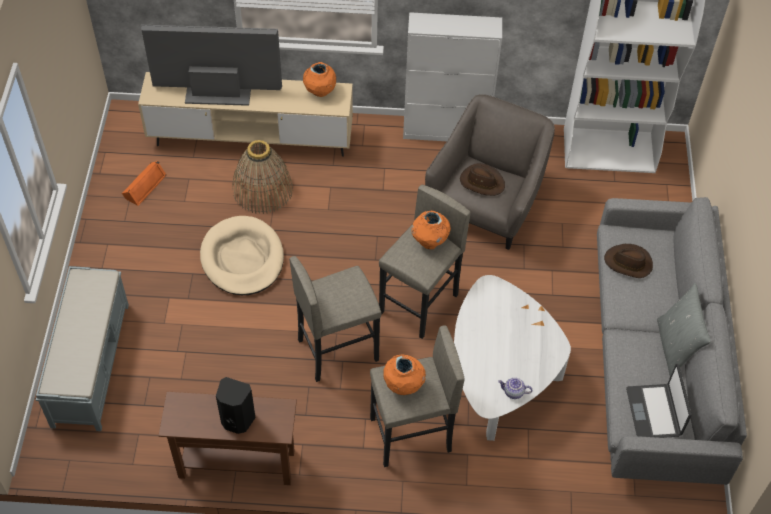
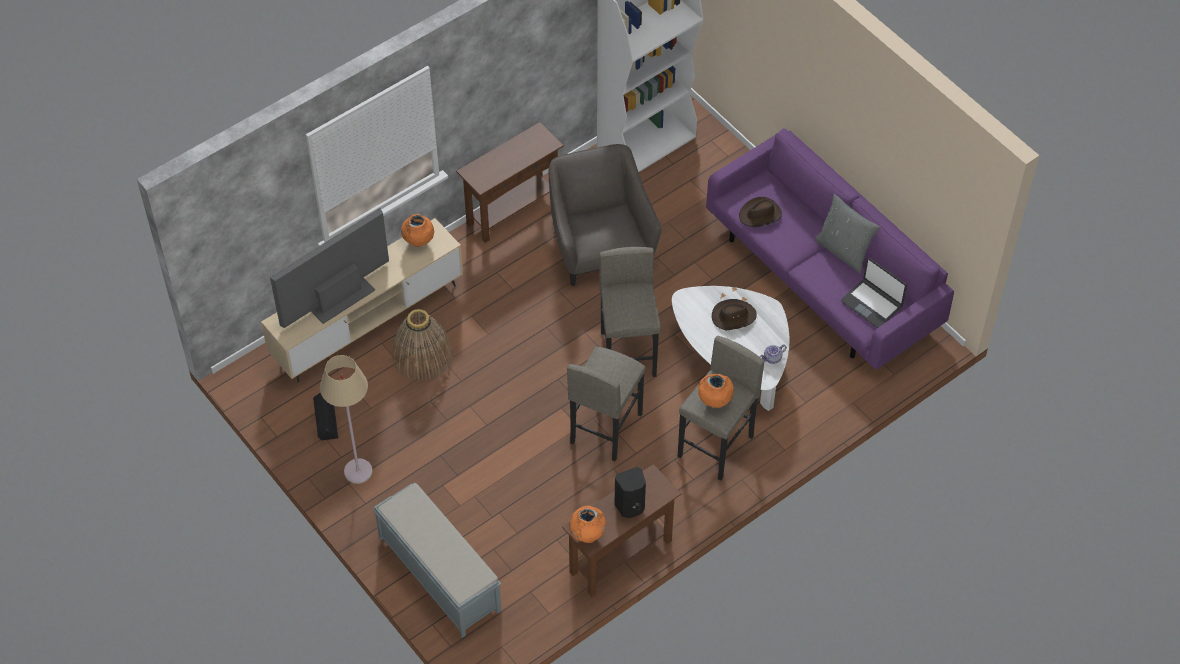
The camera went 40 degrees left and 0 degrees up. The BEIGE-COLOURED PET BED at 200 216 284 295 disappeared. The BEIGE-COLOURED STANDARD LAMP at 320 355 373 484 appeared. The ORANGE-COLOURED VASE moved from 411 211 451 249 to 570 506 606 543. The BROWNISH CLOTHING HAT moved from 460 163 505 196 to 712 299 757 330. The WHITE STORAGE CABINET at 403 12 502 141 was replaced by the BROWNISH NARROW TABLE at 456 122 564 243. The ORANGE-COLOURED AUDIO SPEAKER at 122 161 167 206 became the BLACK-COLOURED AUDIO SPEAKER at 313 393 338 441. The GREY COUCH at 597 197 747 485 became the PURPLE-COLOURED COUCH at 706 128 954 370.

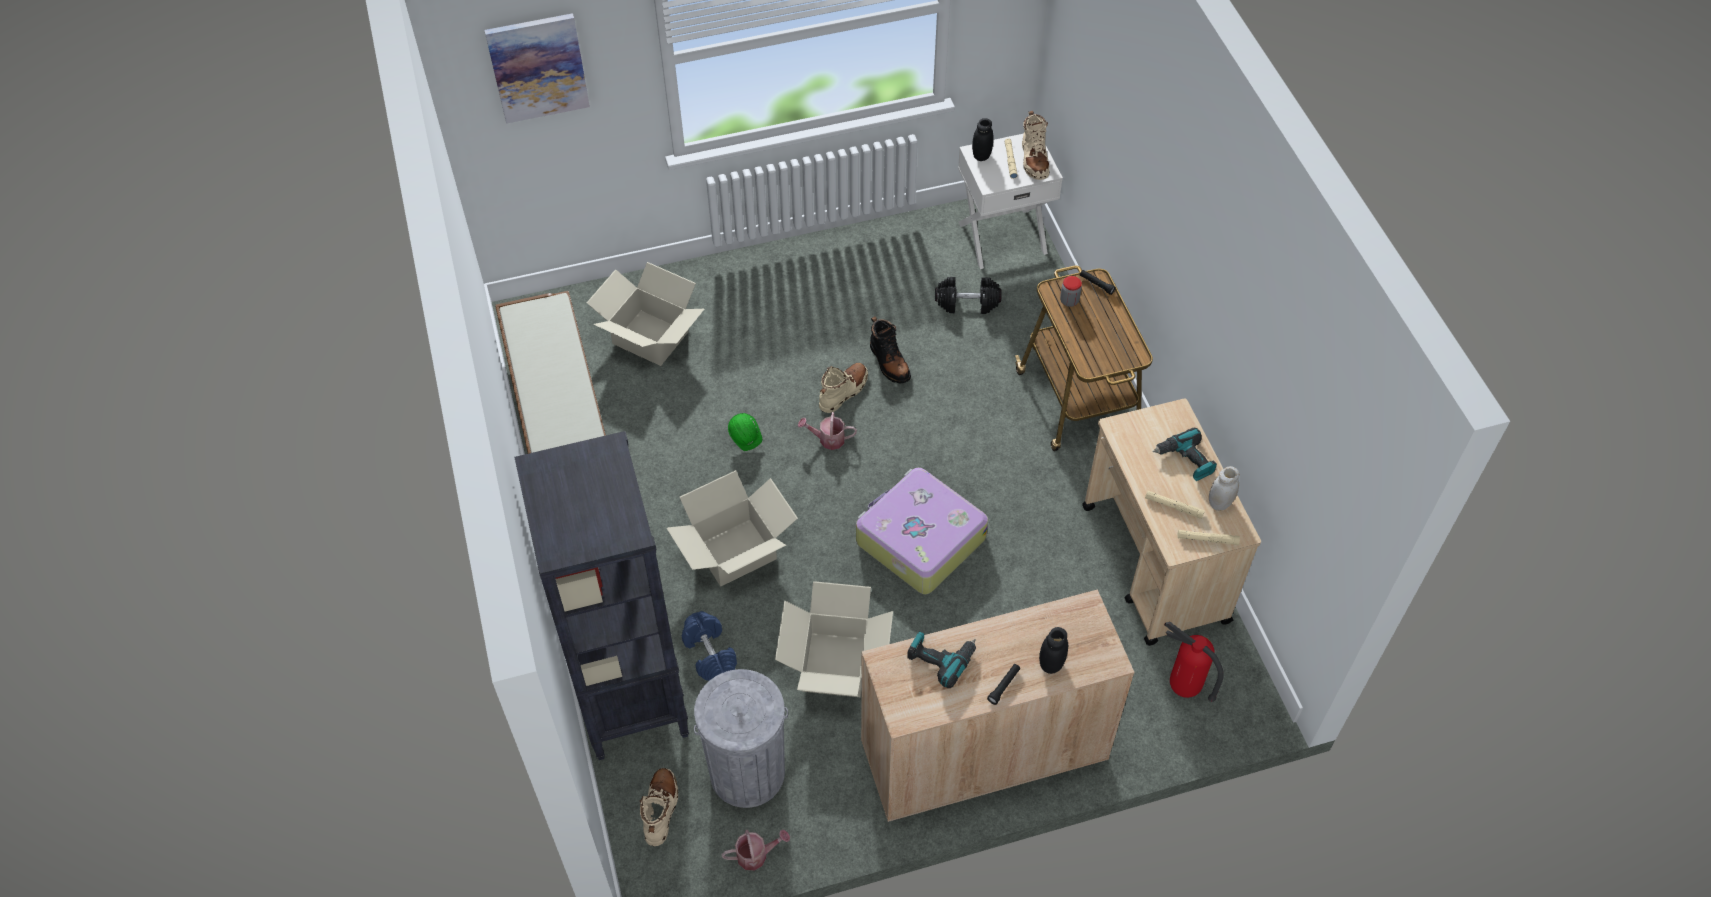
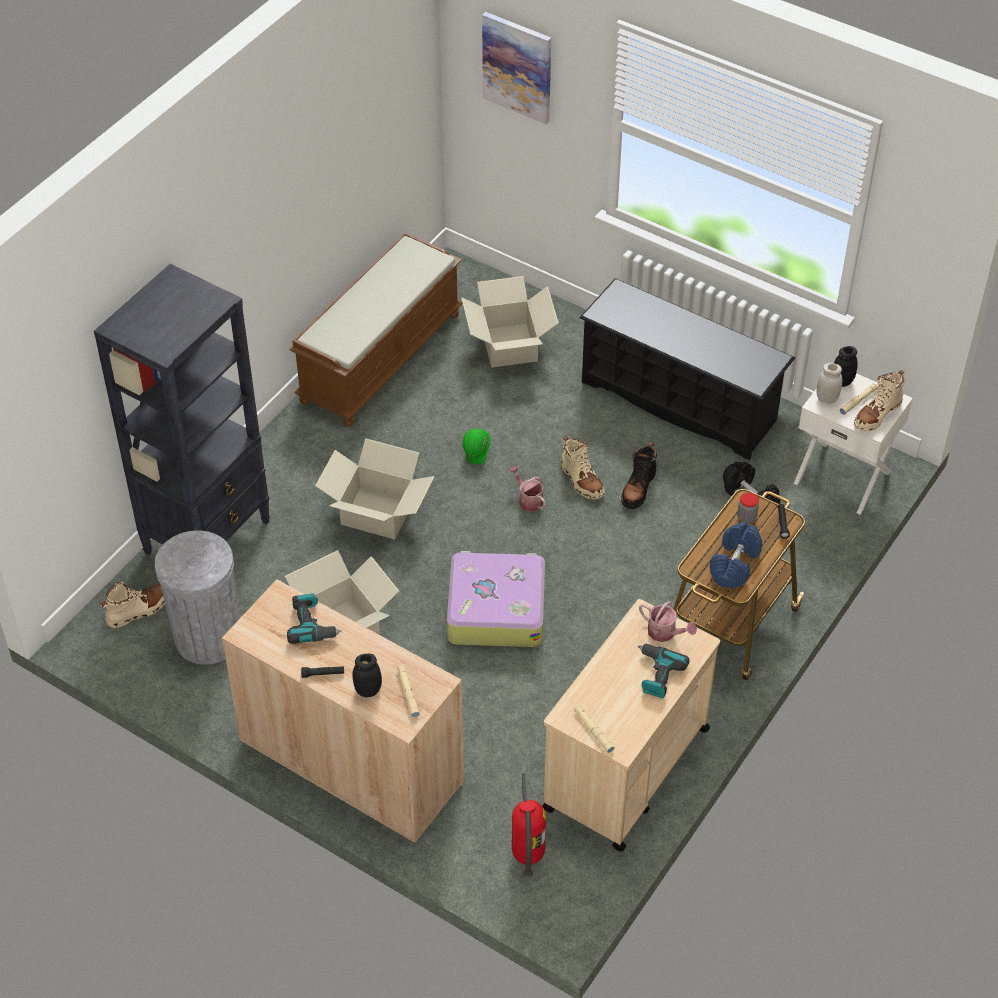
The camera went 50 degrees right and 5 degrees down. The BLACK-COLOURED SHOE STAND at 579 278 795 460 appeared. The BLUE-COLOURED FREE WEIGHT moved from 682 611 737 681 to 710 522 762 588. The WATERING CAN moved from 721 829 790 870 to 639 601 697 642. The BEIGE-COLOURED HAND TORCH moved from 1145 491 1205 519 to 397 665 420 718. The WHITE PRESERVE JAR moved from 1209 466 1239 511 to 817 363 842 404. The BEIGE-COLOURED HIGH-TOP BOOT at 819 363 868 413 turned 60 degrees clockwise.

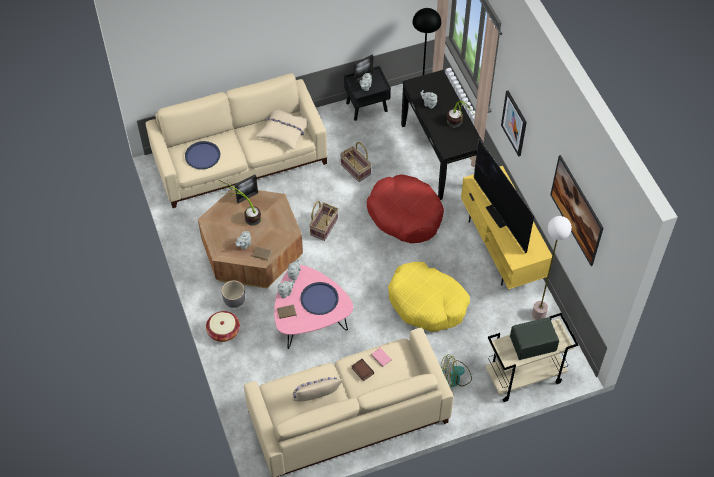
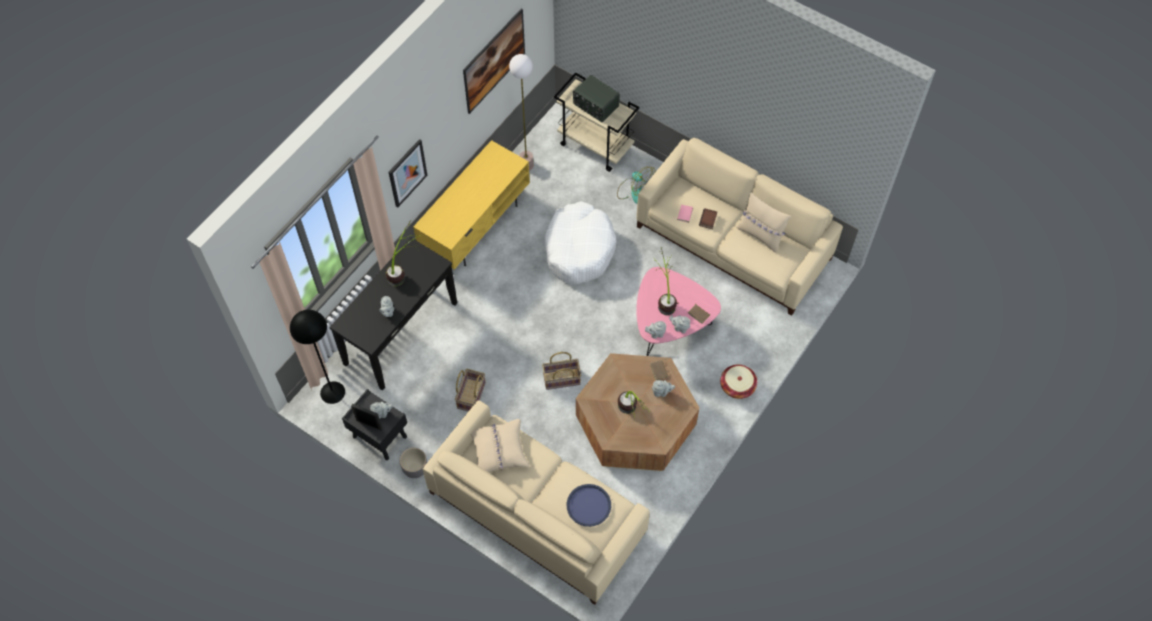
The camera went 125 degrees left and 5 degrees up. The PICTURE FRAME at 235 174 258 203 disappeared. The RED-COLOURED PET BED at 367 175 444 243 disappeared. The TELEVISION at 474 138 534 253 disappeared. The GREY FLOWER POT moved from 221 280 245 308 to 400 448 427 478. The BLUE-COLOURED CARRYING TRAY at 300 282 339 315 was replaced by the HOUSEPLANT at 652 247 677 315. The YELLOWISH PET BED at 388 262 470 332 became the WHITE PET BED at 544 201 617 284.

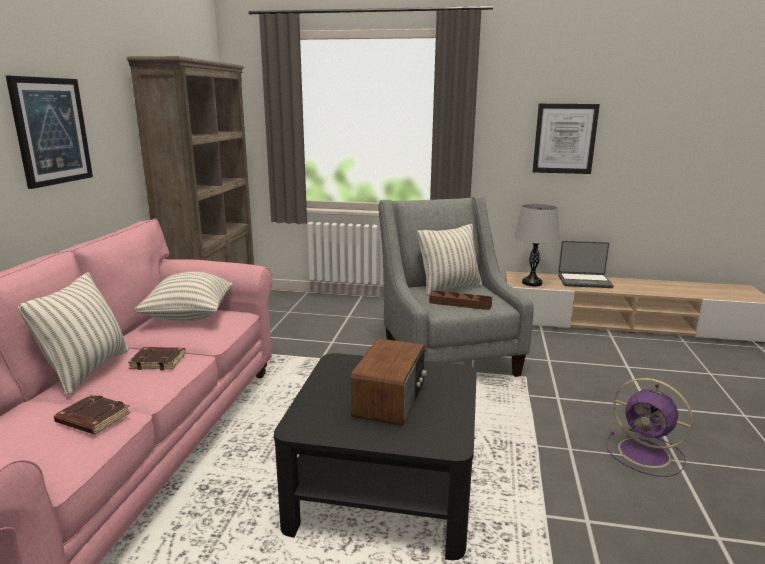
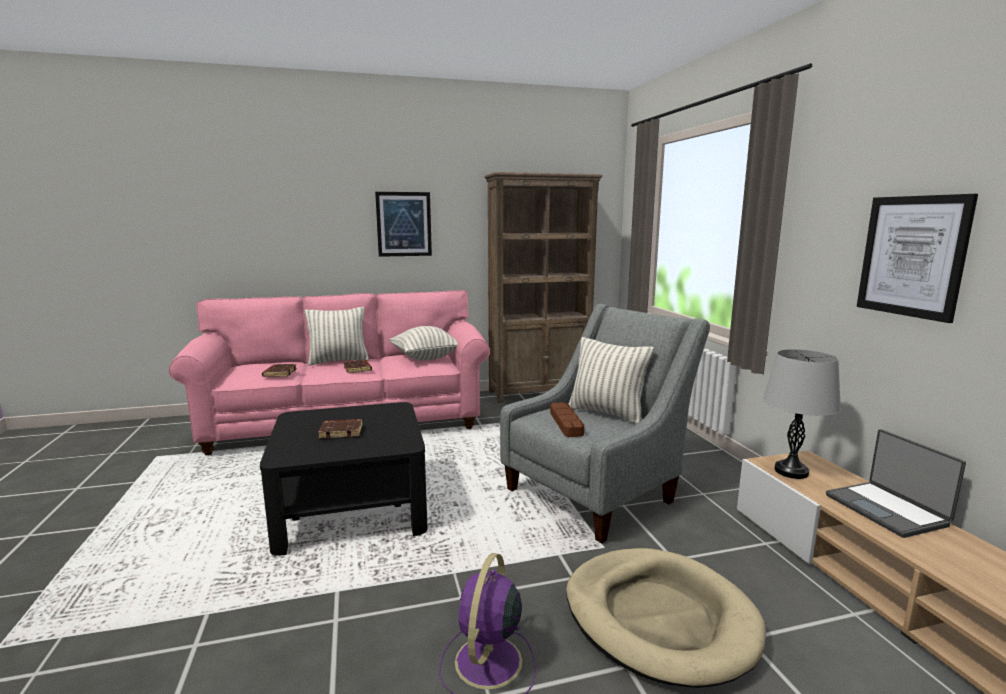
The camera went 65 degrees right and 5 degrees down. The BEIGE-COLOURED PET BED at 566 548 766 688 appeared. The RADIO at 351 338 427 426 was replaced by the BROWNISH VOLUME at 318 419 363 439.

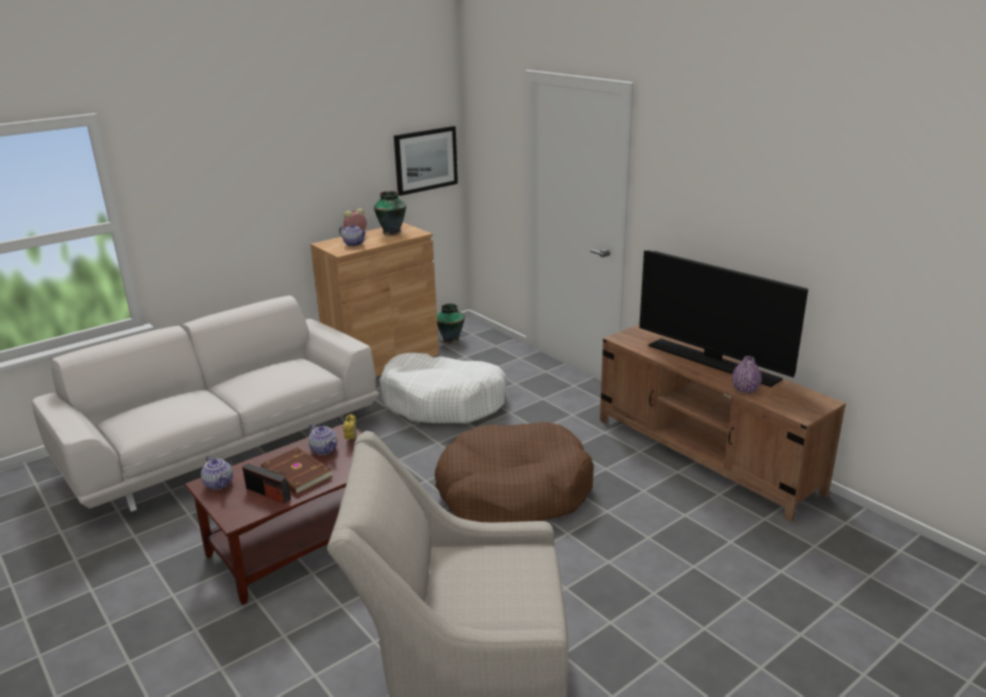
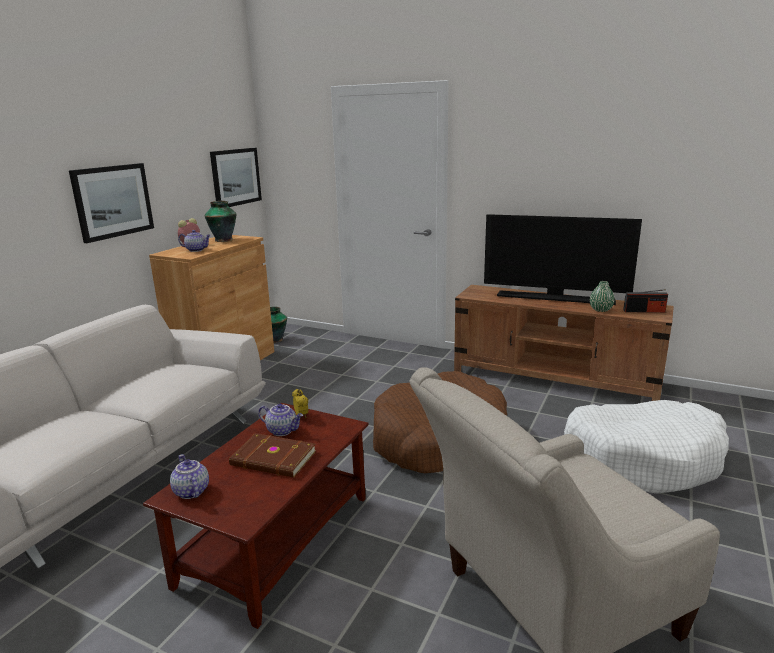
The camera went 25 degrees left and 5 degrees down. The WALL ART at 69 163 154 243 appeared. The RADIO moved from 242 463 291 504 to 623 289 668 313. The WHITE PET BED moved from 380 353 507 423 to 564 400 729 494. The PURPLE-COLOURED VASE at 732 356 762 393 became the GREENISH VASE at 590 281 615 312. The TEA POT at 201 456 233 490 turned 150 degrees counterclockwise.

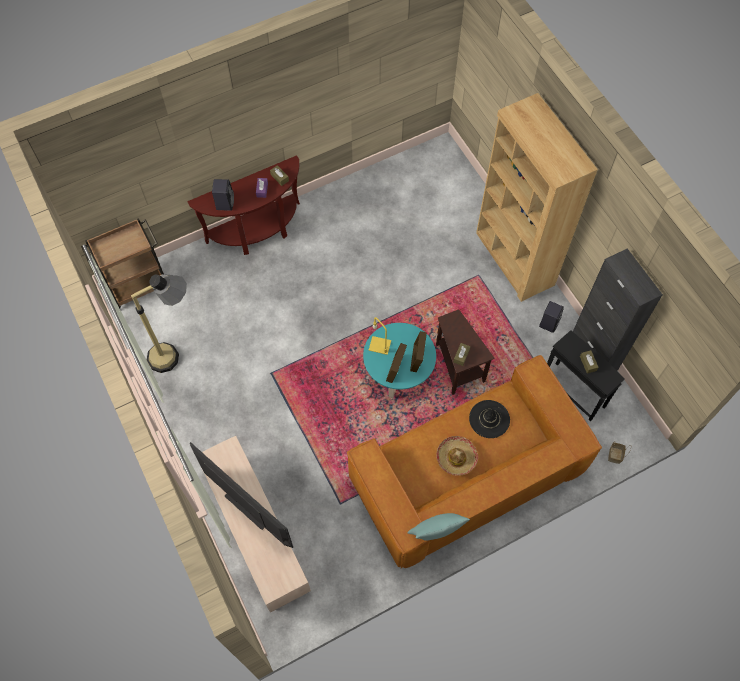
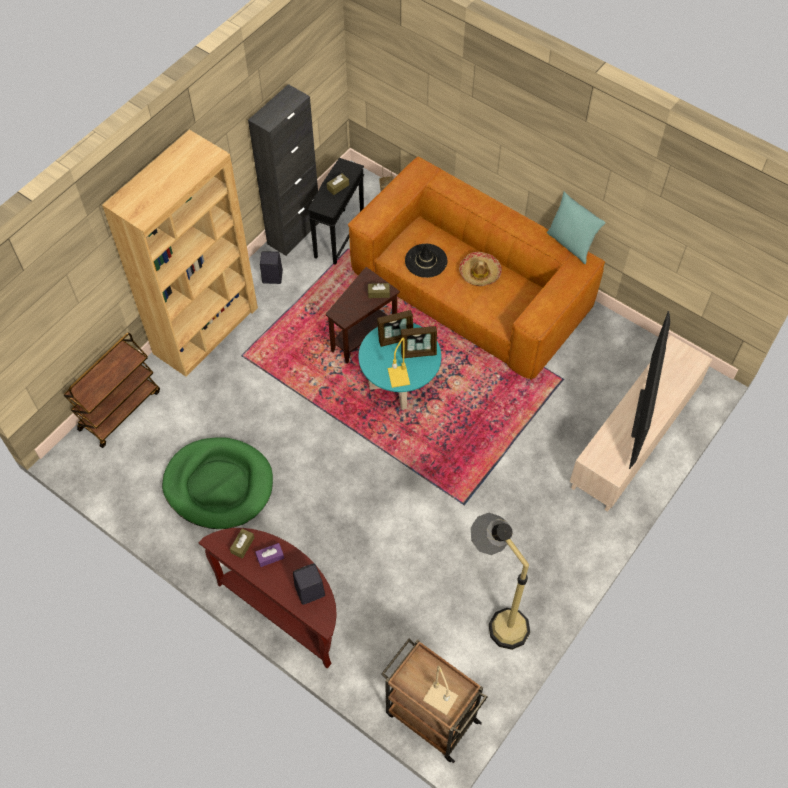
The camera went 115 degrees left and 5 degrees down. The BROWNISH CART at 64 333 160 448 appeared. The GREENISH PET BED at 162 437 273 529 appeared. The BEIGE-COLOURED TABLE LAMP at 423 666 458 715 appeared.

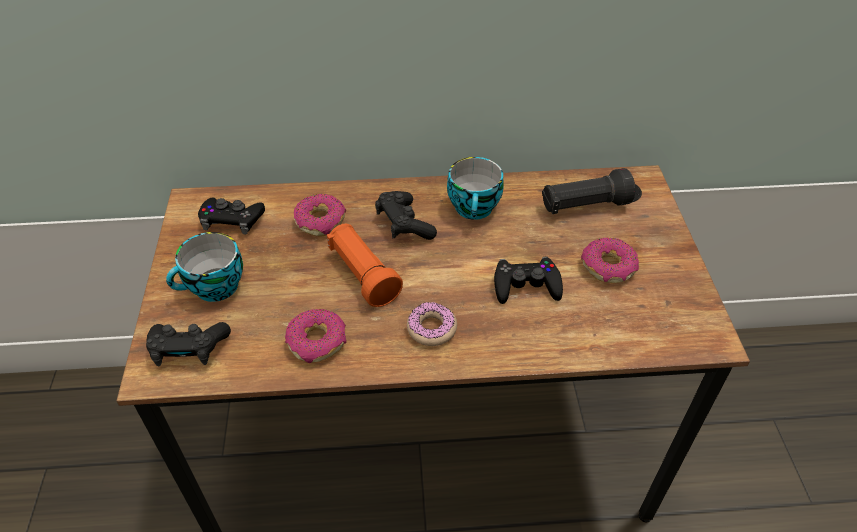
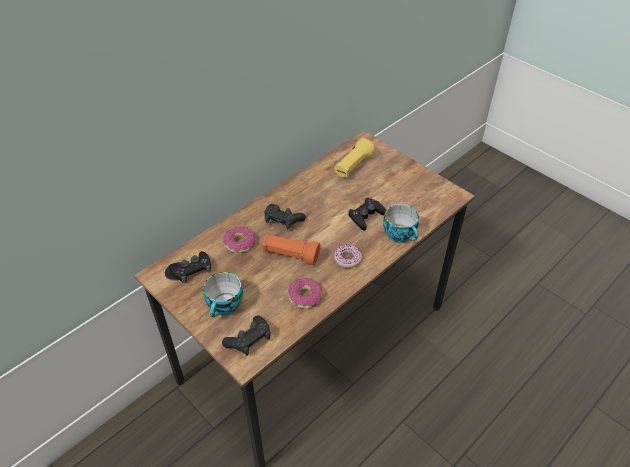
The camera went 40 degrees left and 0 degrees up. The RING DOUGHNUT at 581 238 639 283 disappeared. The SMALL CUP moved from 447 157 504 220 to 383 204 419 243. The BLACK-COLOURED HAND TORCH at 542 168 635 214 became the YELLOWISH HAND TORCH at 334 138 375 177.

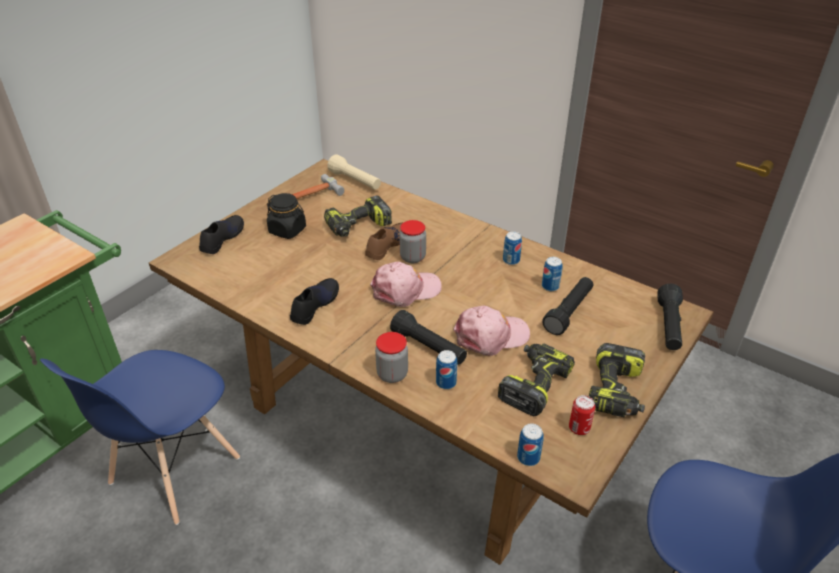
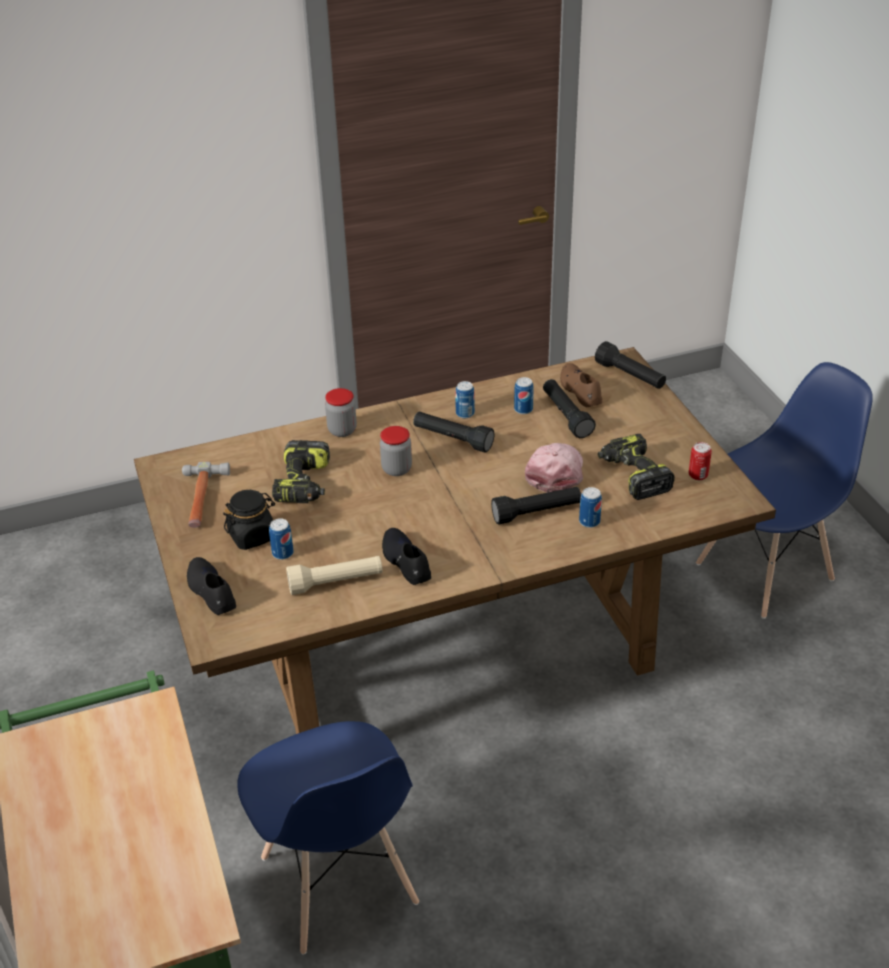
The camera went 55 degrees left and 0 degrees up. The PINKISH PEAKED CAP at 370 262 442 307 disappeared. The POWER DRILL at 589 343 645 417 disappeared. The BLACK-COLOURED HAND TORCH at 413 412 495 453 appeared. The BEIGE-COLOURED HAND TORCH moved from 327 154 381 190 to 286 556 383 595. The BROWNISH ITEM OF FOOTWEAR moved from 365 223 402 260 to 560 363 602 407. The PRESERVE JAR moved from 375 332 408 383 to 325 388 357 437. The CAN moved from 517 423 544 466 to 269 518 294 560.

